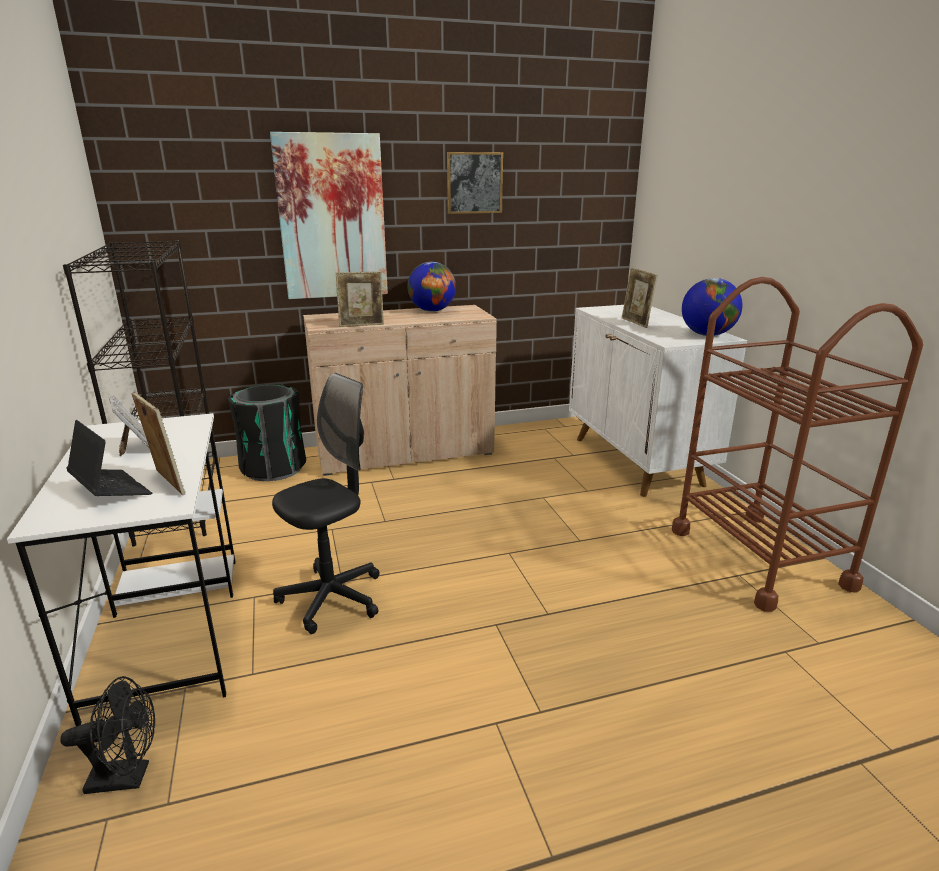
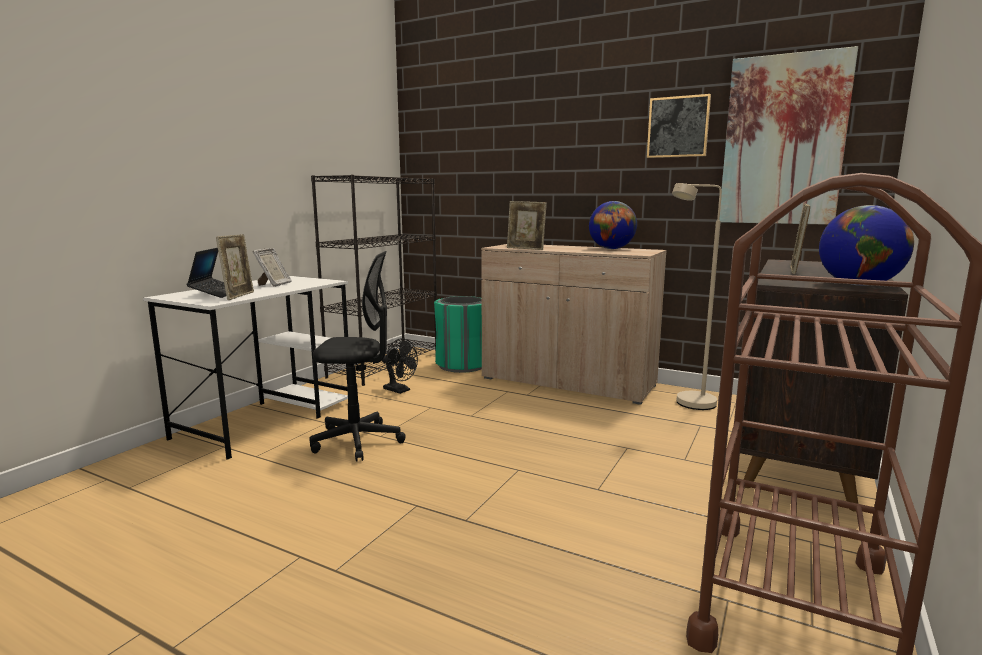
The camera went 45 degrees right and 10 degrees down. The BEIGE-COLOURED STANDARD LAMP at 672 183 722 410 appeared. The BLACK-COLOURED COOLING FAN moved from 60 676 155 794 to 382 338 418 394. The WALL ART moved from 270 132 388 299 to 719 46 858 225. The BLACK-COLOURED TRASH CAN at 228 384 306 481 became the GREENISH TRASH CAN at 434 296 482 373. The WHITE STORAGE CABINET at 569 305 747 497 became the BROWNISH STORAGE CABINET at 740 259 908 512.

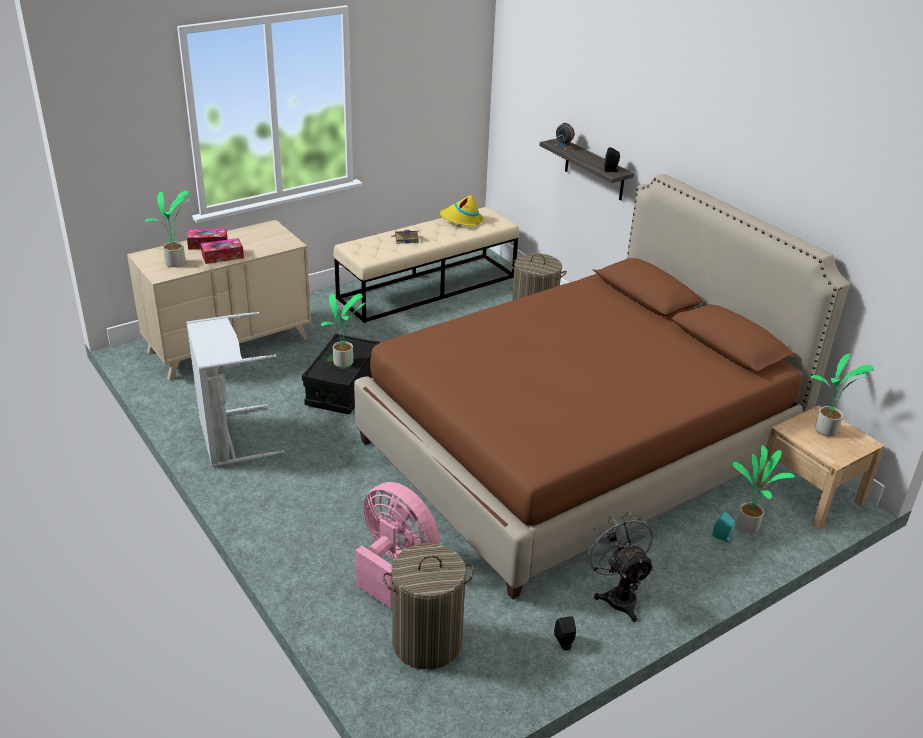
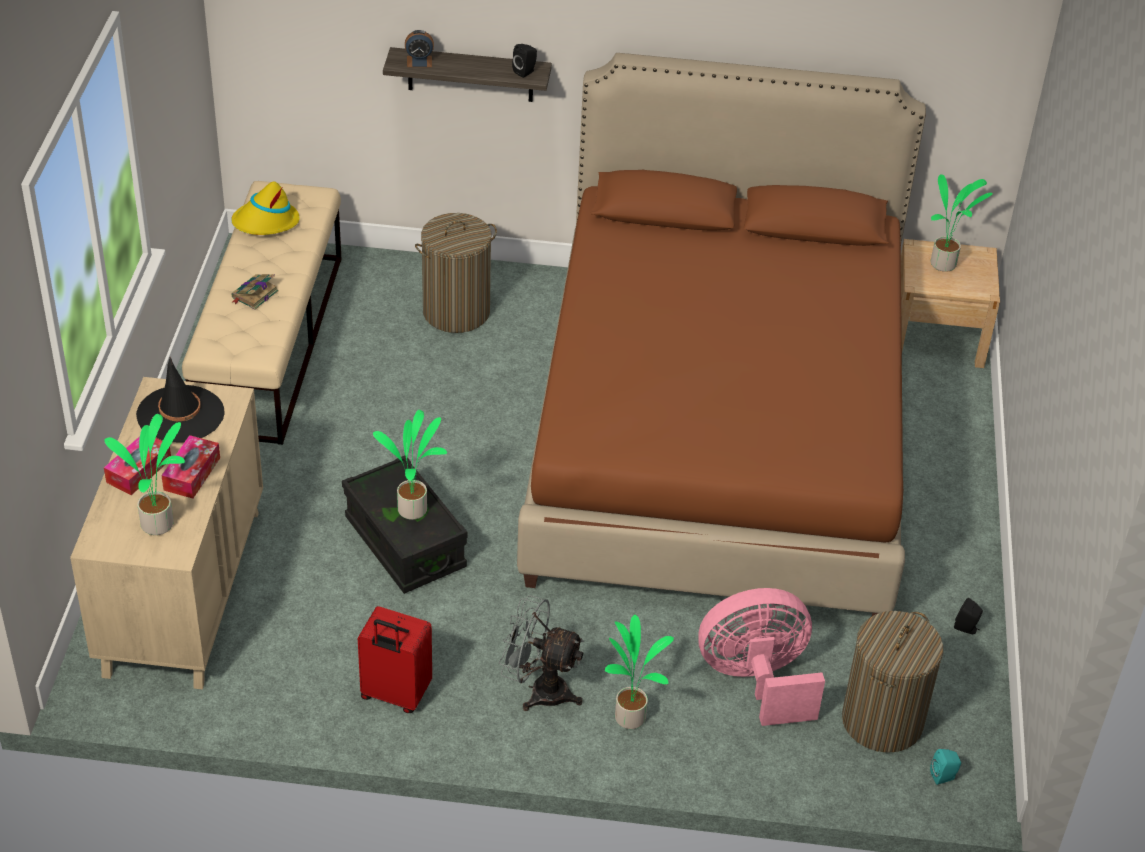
The camera went 50 degrees left and 10 degrees up. The BLACK-COLOURED CLOTHING HAT at 136 357 225 442 appeared. The GREY COOLING FAN moved from 584 512 654 622 to 499 595 585 711. The BLUE-GREEN AUDIO SPEAKER moved from 712 511 735 542 to 930 749 961 785. The HOUSEPLANT moved from 732 445 795 534 to 605 615 674 729. The GREY LAUNDRY BASKET at 186 312 284 467 was replaced by the RED-COLOURED TRAVEL CASE at 358 606 432 713.

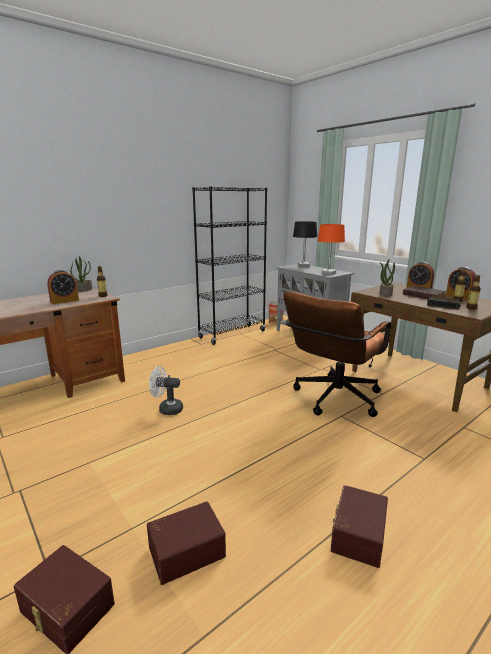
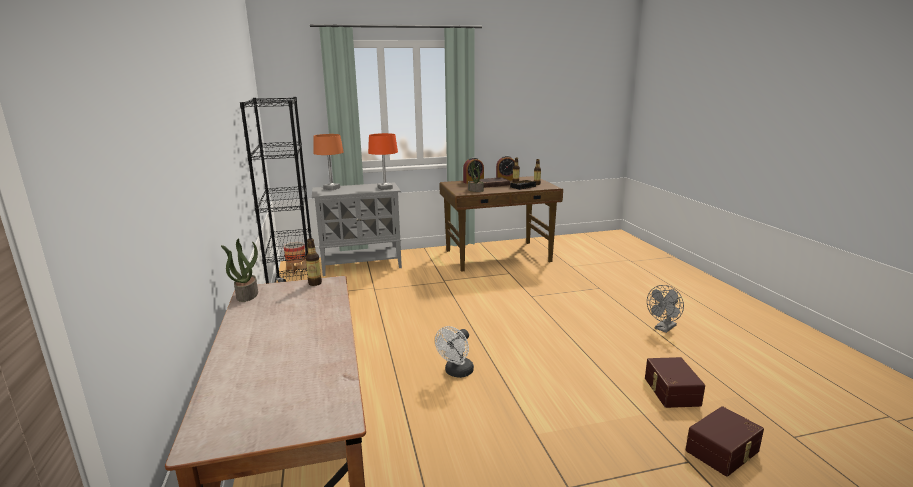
The camera went 65 degrees left and 0 degrees up. The TABLE CLOCK at 47 270 79 304 disappeared. The BROWNISH DESK CHAIR at 283 292 391 417 disappeared. The BROWNISH STORAGE CONTAINER at 331 485 388 568 was replaced by the GREY COOLING FAN at 647 285 684 333. The BLACK-COLOURED TABLE LAMP at 293 221 317 267 became the ORANGE-COLOURED TABLE LAMP at 313 134 344 190.

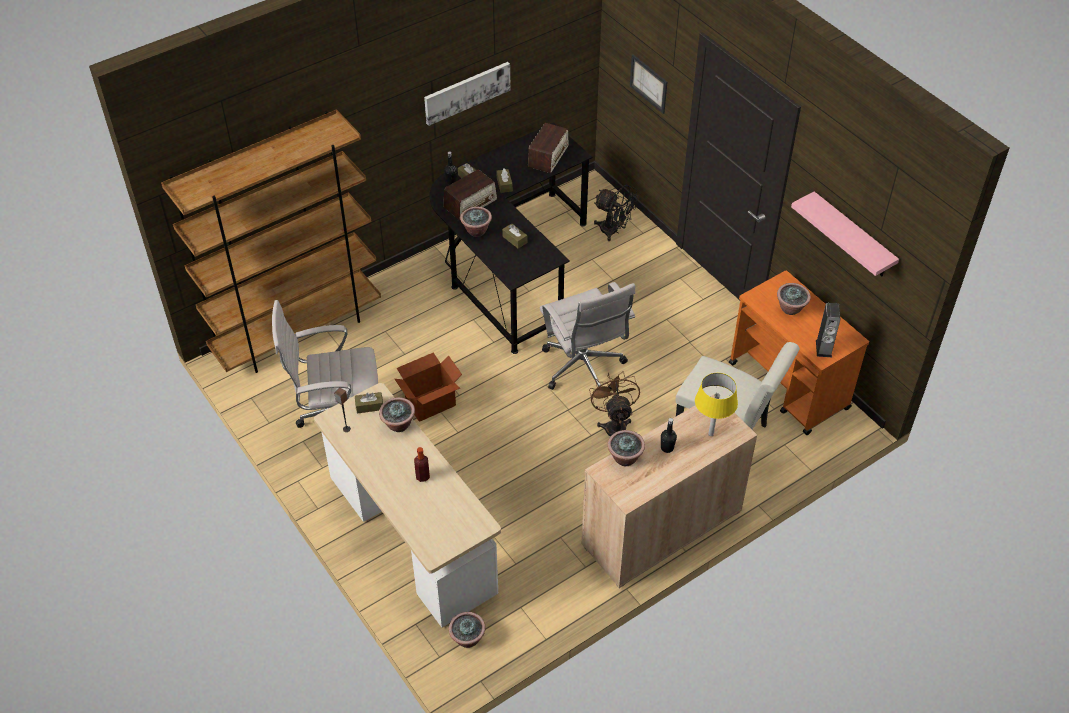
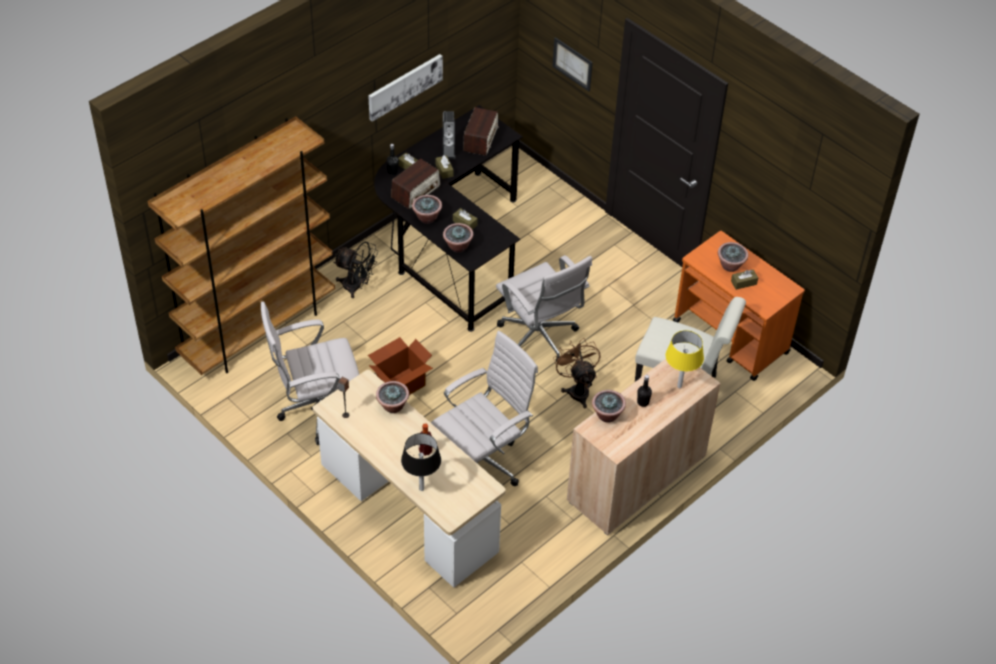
The camera went 10 degrees left and 0 degrees up. The PINKISH BRACKET SHELF at 791 191 899 276 disappeared. The BLACK-COLOURED TABLE LAMP at 401 433 441 491 appeared. The WHITE DESK CHAIR at 431 331 538 486 appeared. The BROWNISH TISSUE HOLDER moved from 355 392 383 414 to 731 270 758 290. The HOUSEPLANT moved from 449 612 485 648 to 443 223 473 253. The BLACK-COLOURED COOLING FAN moved from 594 185 639 241 to 334 242 379 298. The AUDIO SPEAKER moved from 816 303 840 357 to 442 111 455 159.

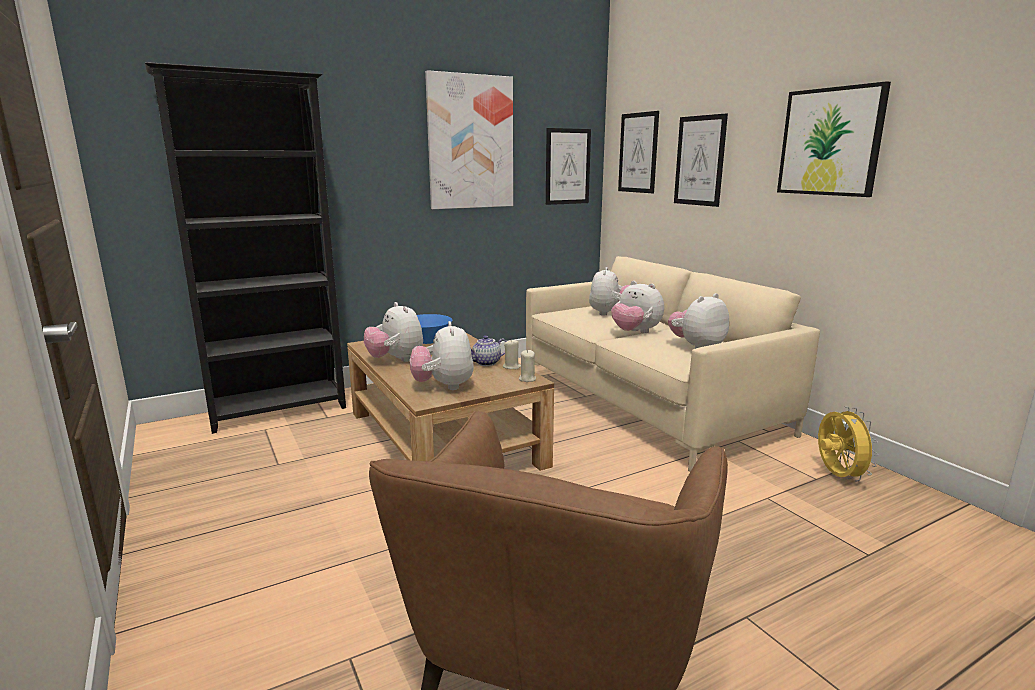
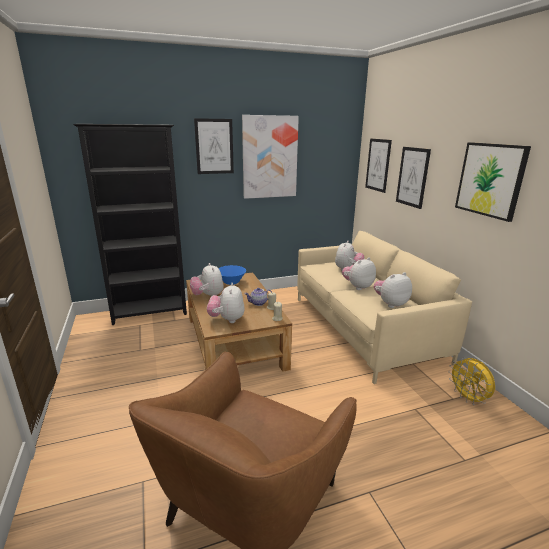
The camera went 10 degrees right and 5 degrees up. The WALL ART moved from 546 128 591 205 to 194 118 234 174. The CUDDLY TOY at 611 281 664 333 turned 90 degrees clockwise. The YELLOWISH COOLING FAN at 818 407 879 481 turned 150 degrees clockwise.

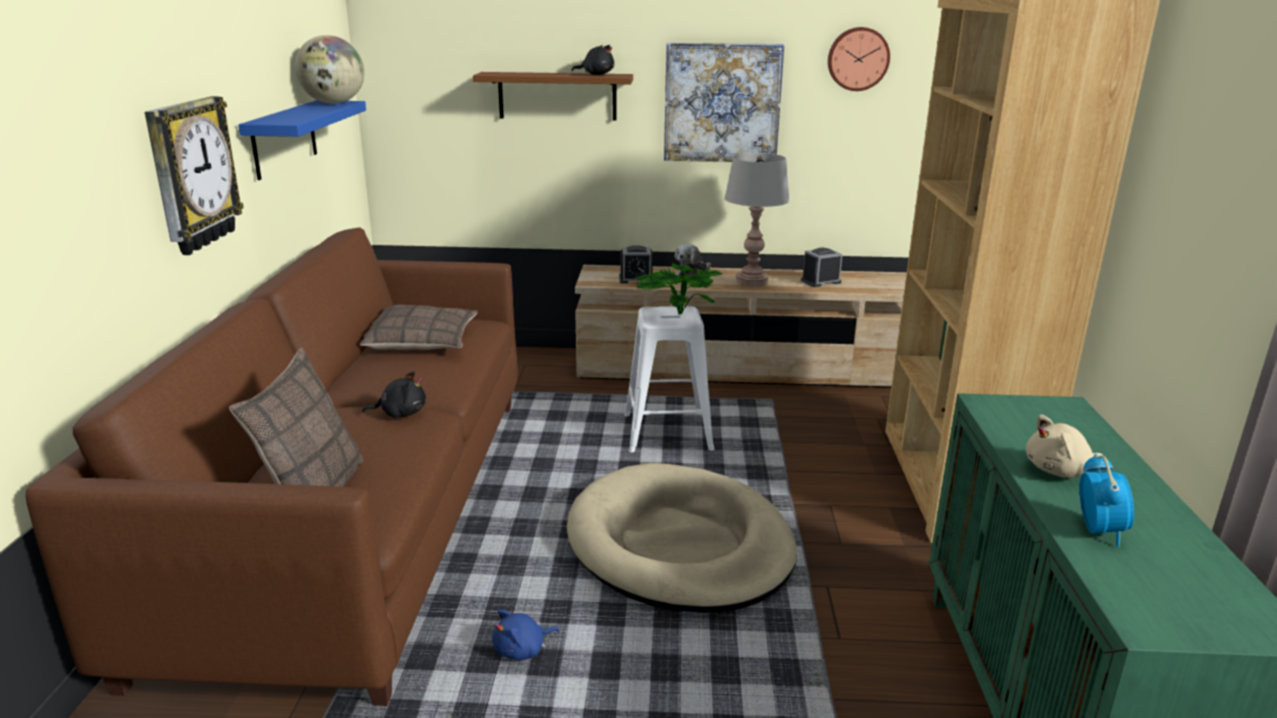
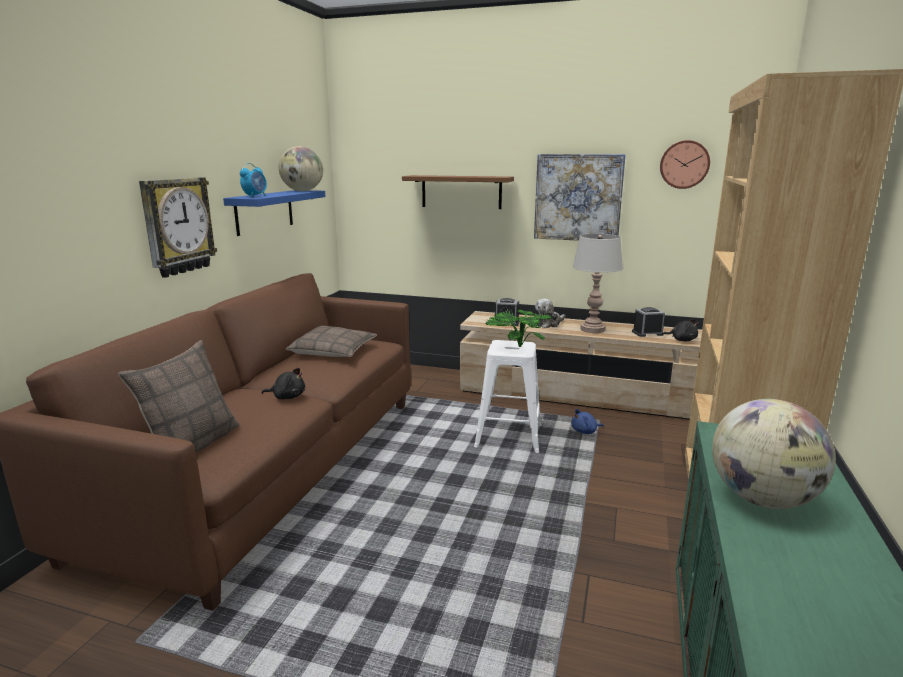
The camera went 15 degrees right and 5 degrees down. The BEIGE-COLOURED PET BED at 567 463 797 613 disappeared. The BLUE-COLOURED CUDDLY TOY moved from 492 609 559 660 to 572 409 604 434. The BLACK-COLOURED CUDDLY TOY moved from 571 45 614 75 to 661 319 698 341. The TABLE CLOCK moved from 1080 454 1134 547 to 240 163 267 197. The BEIGE-COLOURED CUDDLY TOY at 1026 415 1104 478 was replaced by the DESK GLOBE at 712 399 836 509.

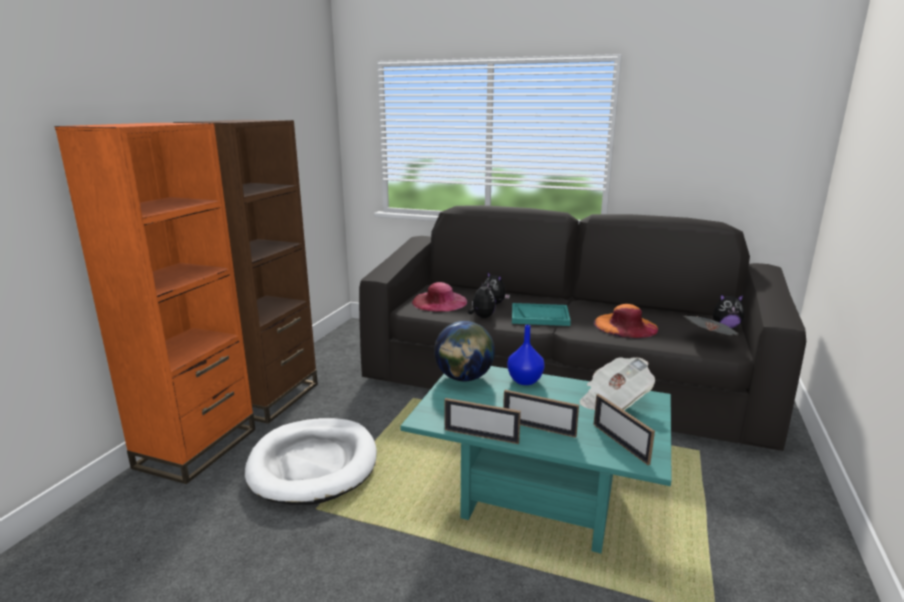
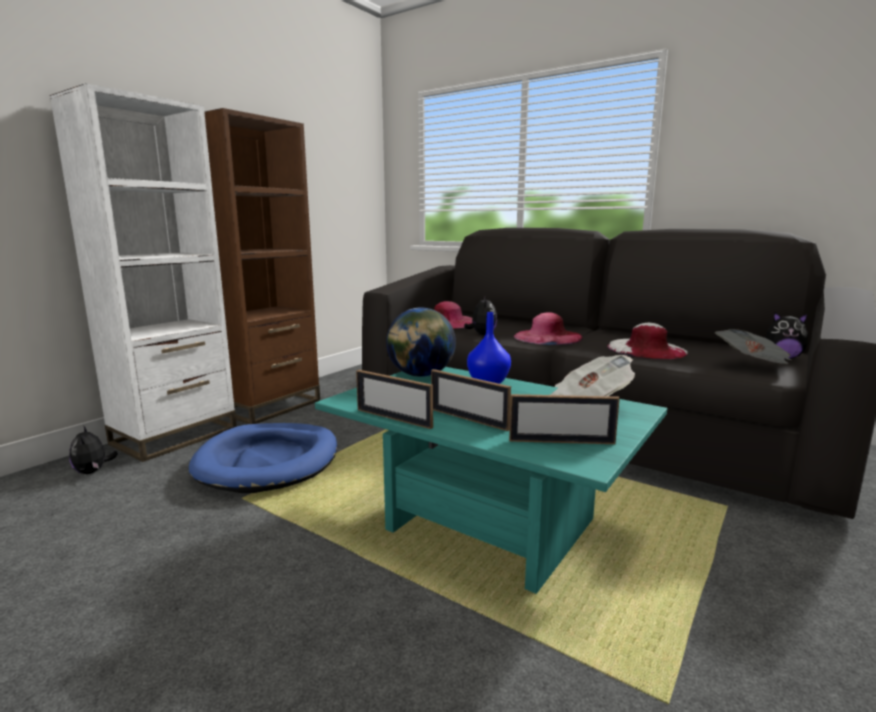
The camera went 15 degrees right and 5 degrees down. The CUDDLY TOY moved from 483 271 510 305 to 69 426 118 474. The BLUE-GREEN CARRYING TRAY at 512 303 571 326 was replaced by the PINKISH CLOTHING HAT at 514 313 583 345. The ORANGE-COLOURED SHELVING UNIT at 55 123 256 484 became the WHITE SHELVING UNIT at 50 83 237 462. The WHITE PET BED at 245 418 377 505 became the BLUE-COLOURED PET BED at 189 423 337 493. The ORANGE-COLOURED CLOTHING HAT at 594 304 658 338 became the WHITE CLOTHING HAT at 607 323 688 359. The PICTURE FRAME at 594 394 655 465 turned 75 degrees counterclockwise.

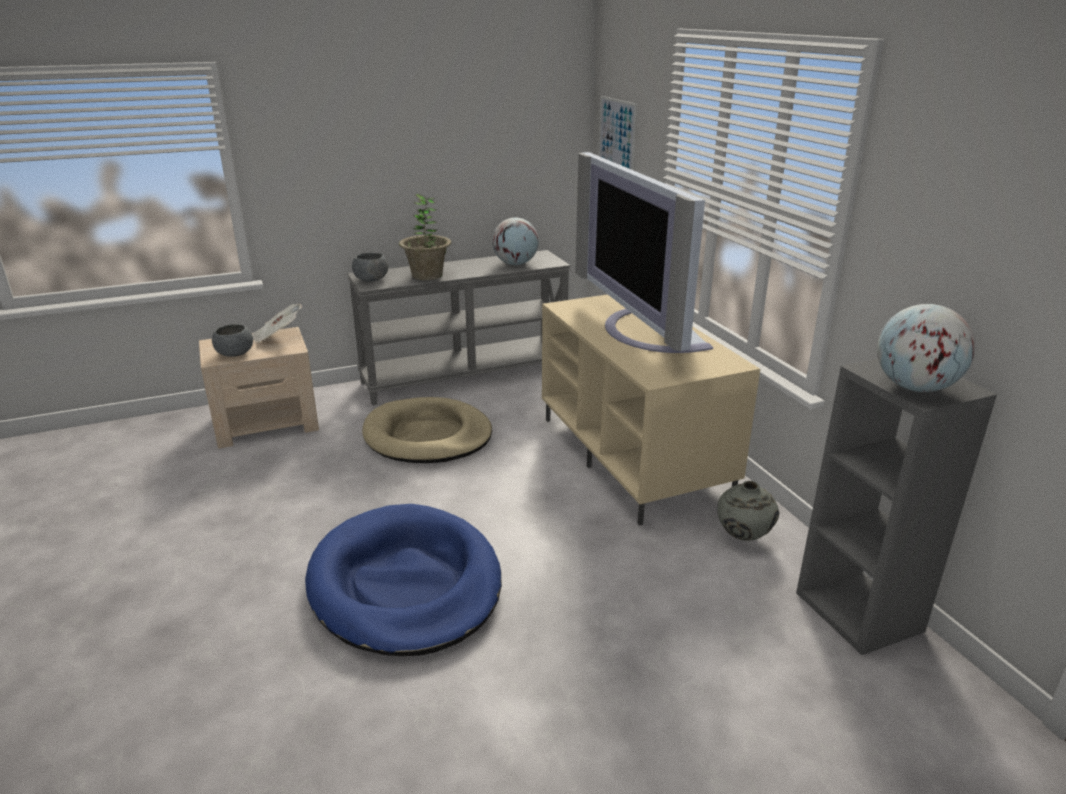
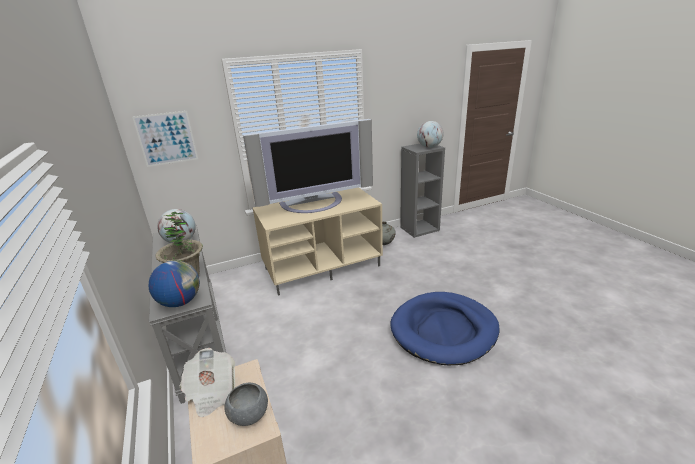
The camera went 90 degrees left and 0 degrees up. The BEIGE-COLOURED PET BED at 362 397 492 463 disappeared. The GREY SERVING BOWL at 352 253 388 281 was replaced by the DESK GLOBE at 149 260 200 307.

